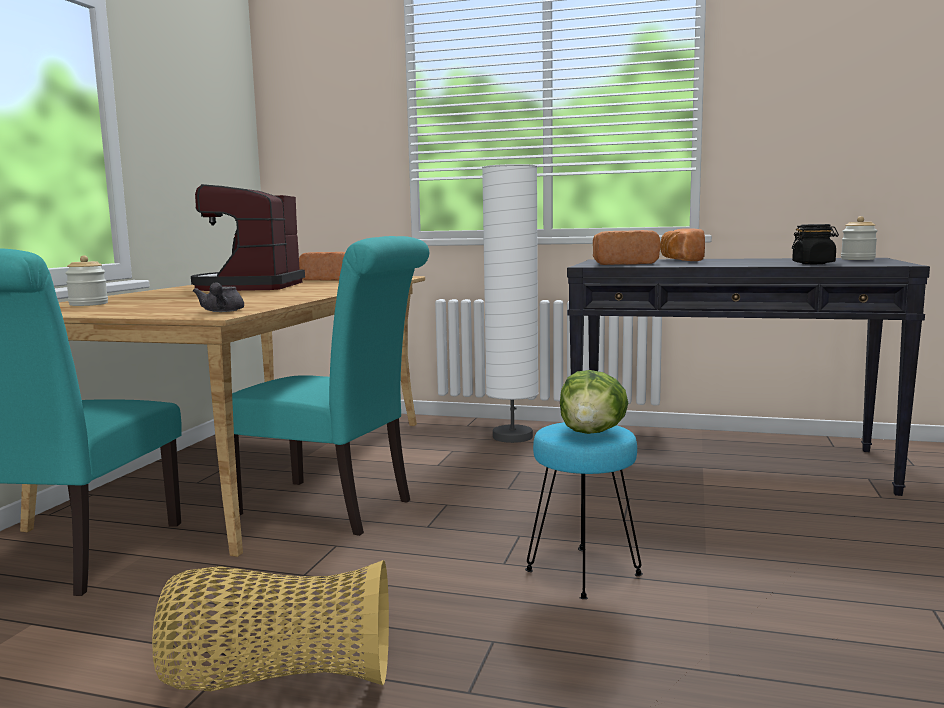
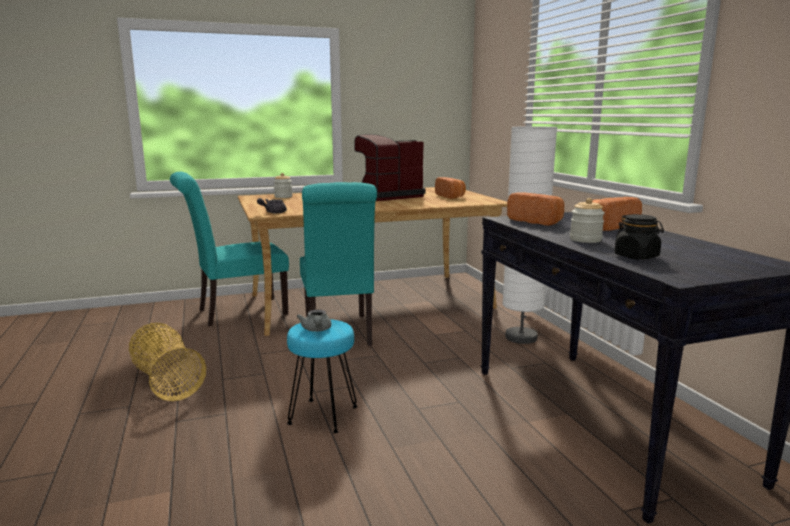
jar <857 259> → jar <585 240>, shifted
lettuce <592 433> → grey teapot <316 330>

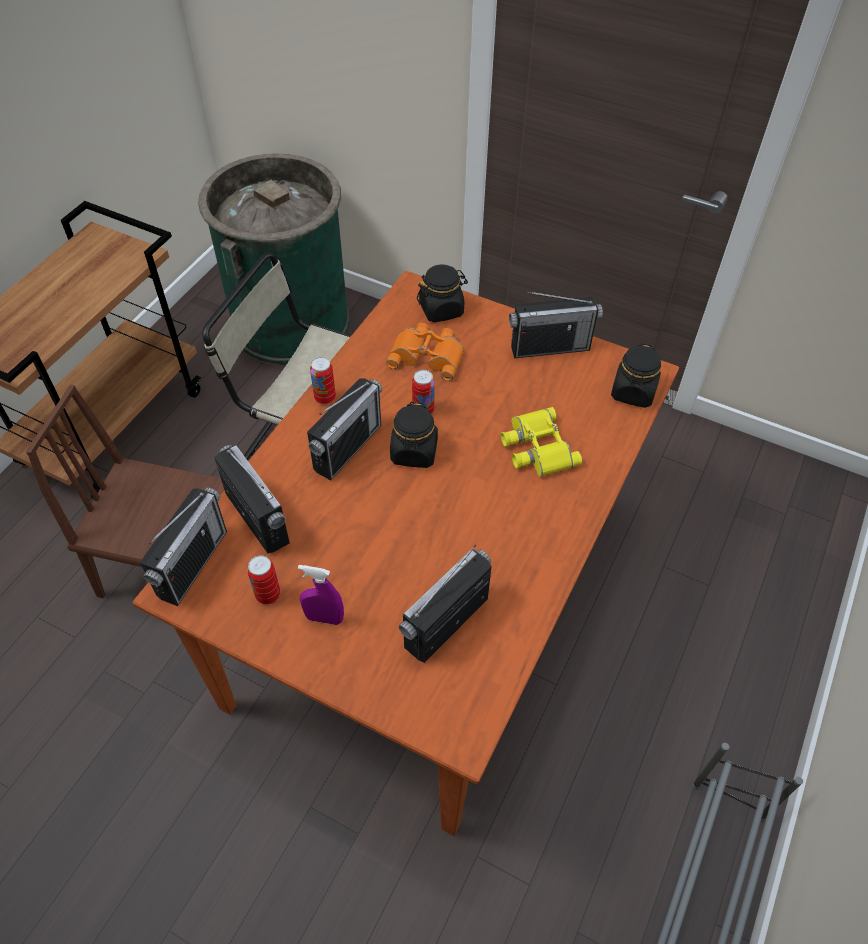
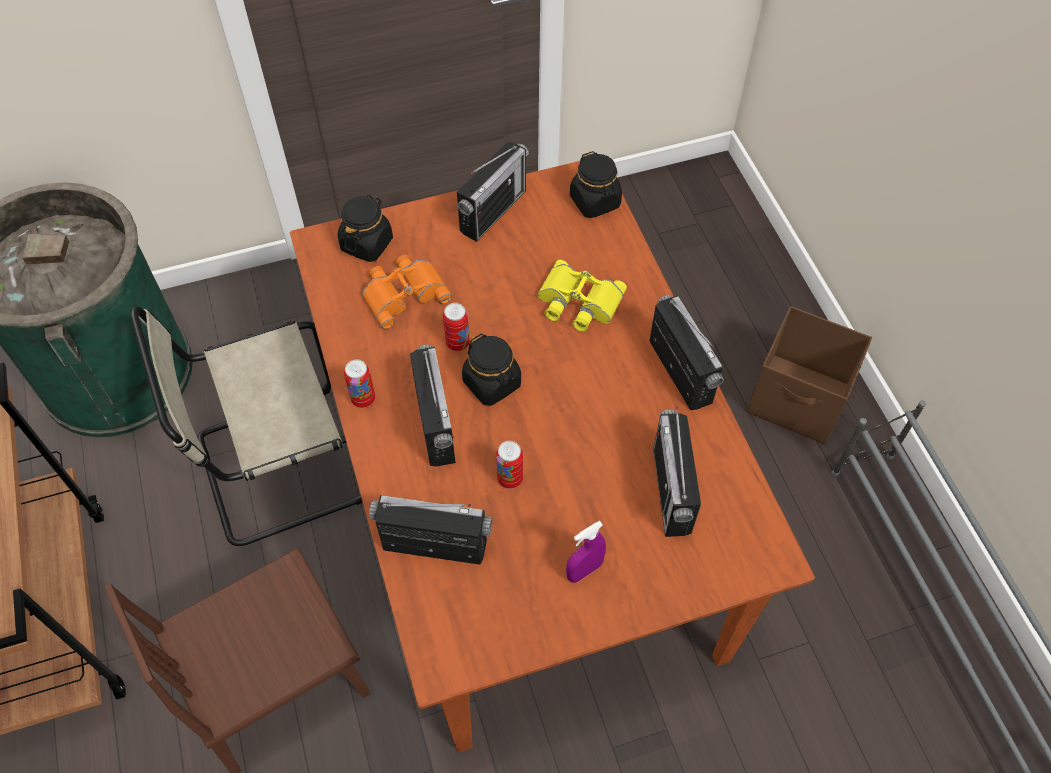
- → brown storage box <799 400>
radio <192 564> → radio <680 371>, shifted
can <268 595> → can <510 478>, shifted

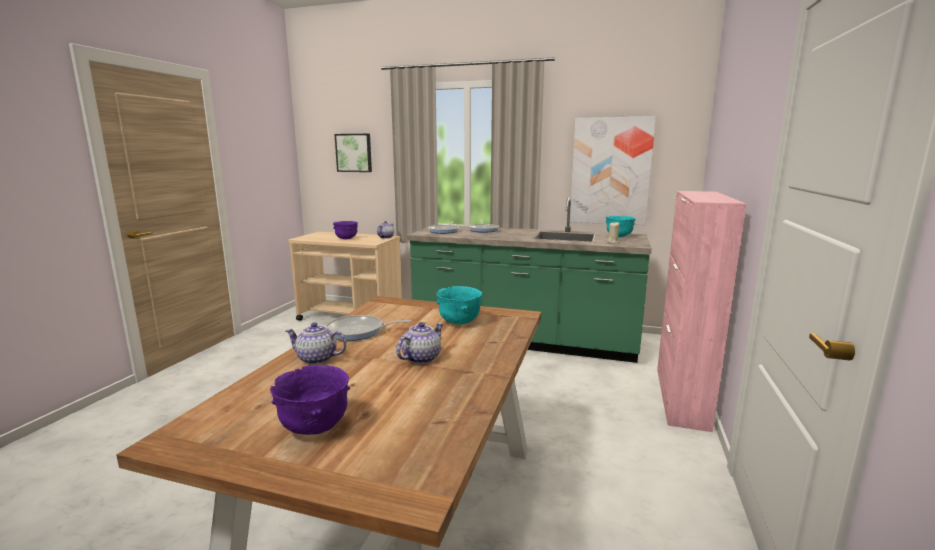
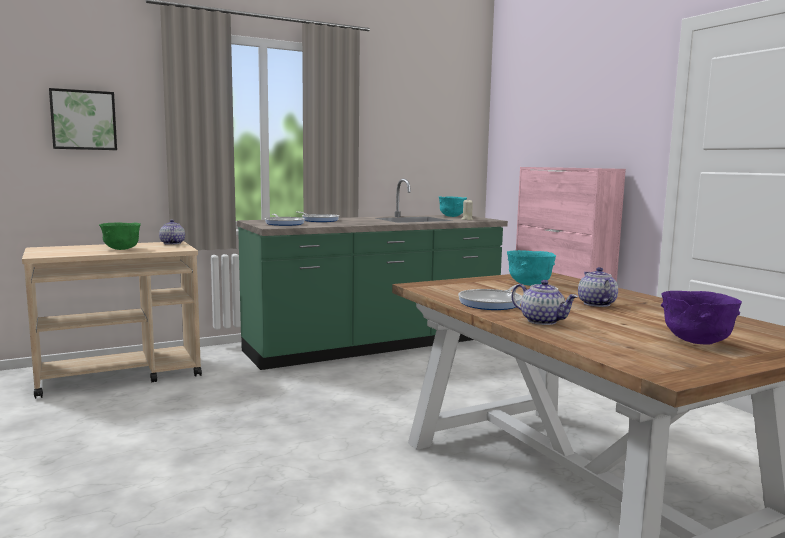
picture <610 171> → -
purple bowl <346 239> → green bowl <121 249>
teapot <316 359> → teapot <542 321>, 105 degrees counterclockwise

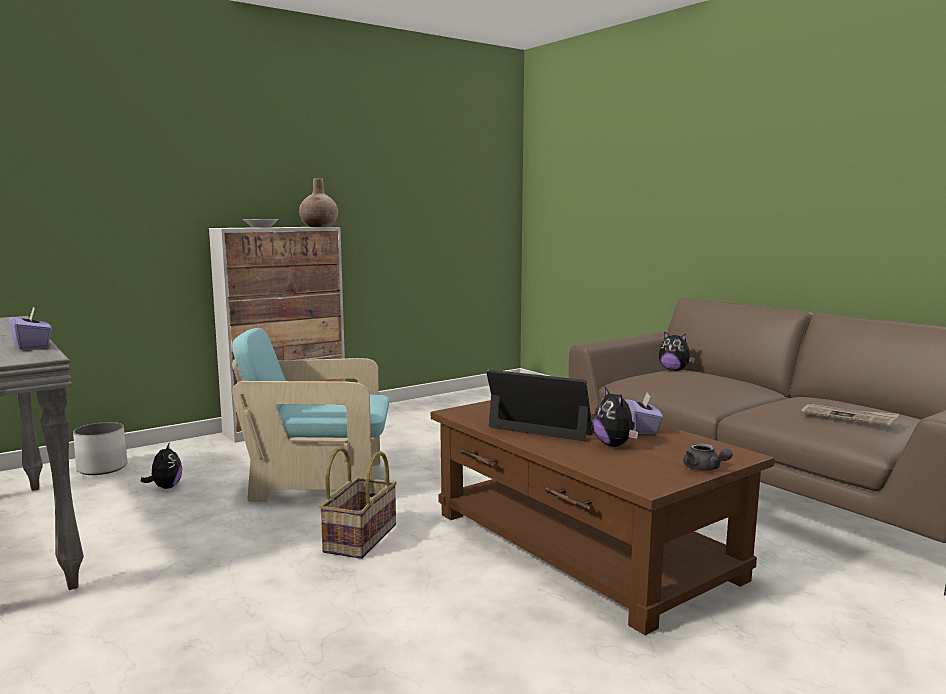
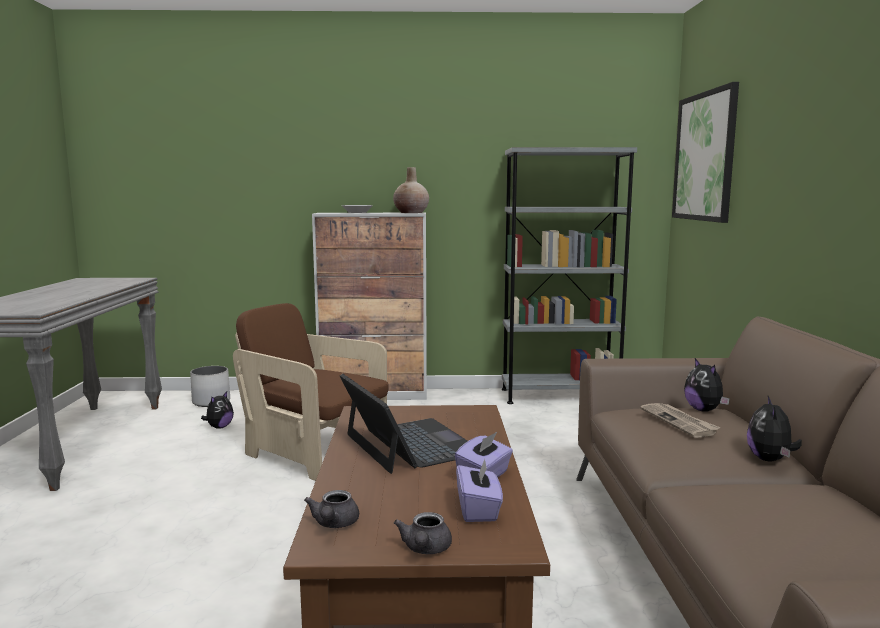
basket <359 538> → -
- → grey teapot <334 524>
- → grey bookcase <560 395>
- → picture <704 157>
purple tissue box <32 346> → purple tissue box <478 510>, shifted
plush toy <614 445> → plush toy <770 460>, shifted
newspaper <849 417> → newspaper <679 422>, shifted
turquoise armchair <320 483> → brown armchair <315 453>

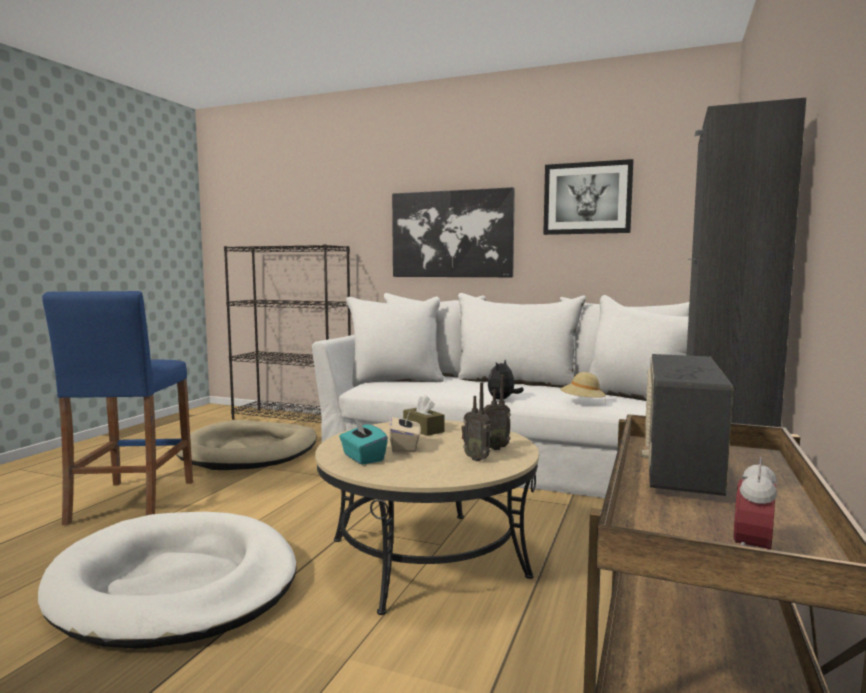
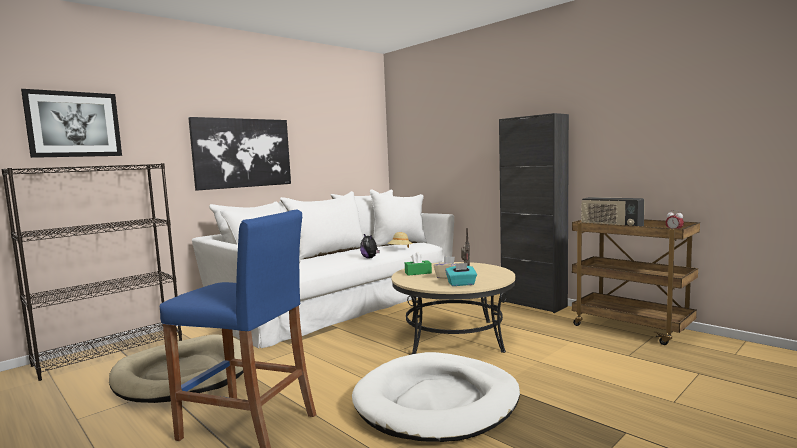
radio <477 458> → -
picture <587 198> → picture <74 124>, shifted
brown tissue box <423 429> → green tissue box <418 273>

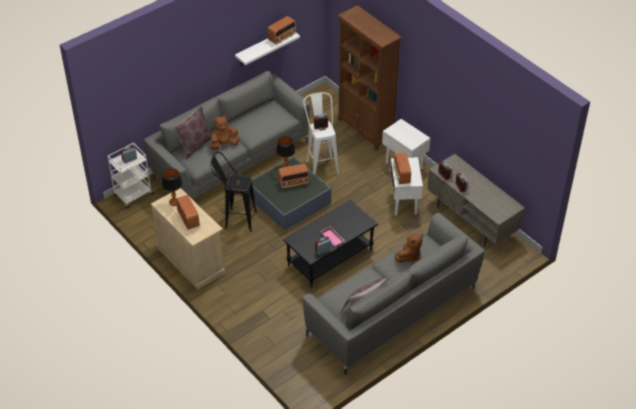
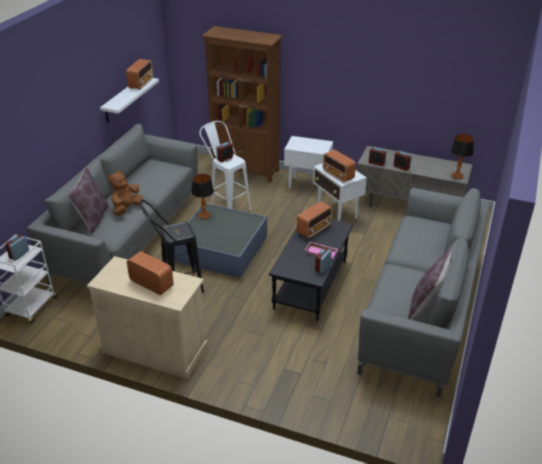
brown plush toy <409 256> → -
table lamp <174 202> → table lamp <457 176>, shifted
radio <294 182> → radio <314 229>, shifted

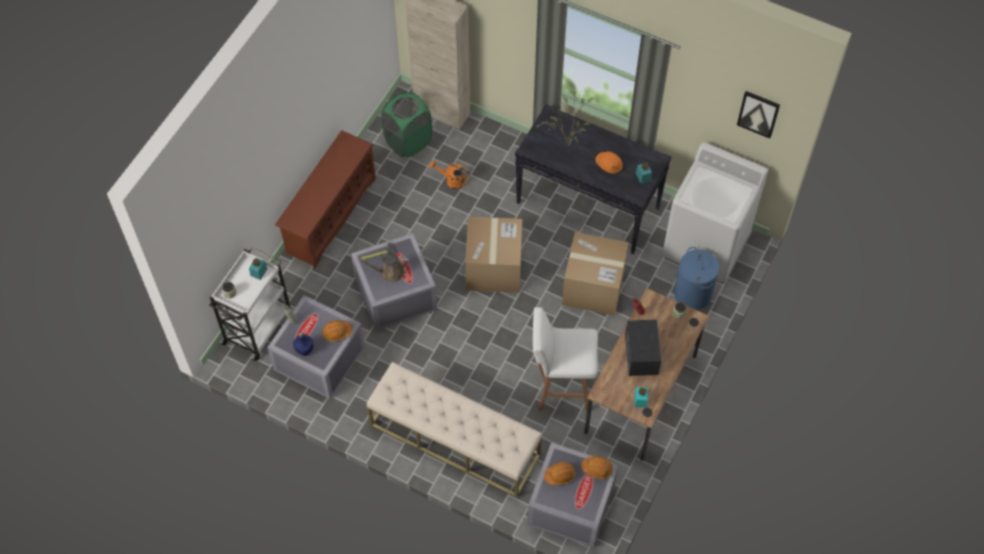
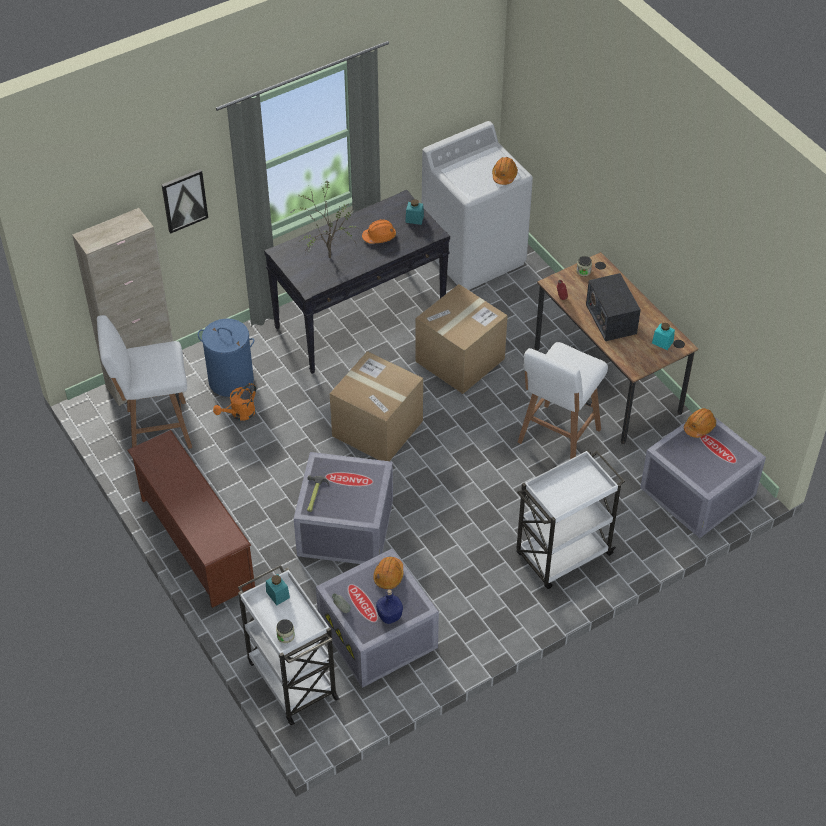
brown watering can <390 272> → -
orange hard hat <560 475> → orange hard hat <504 175>, shifted
blue laundry basket <693 294> → blue laundry basket <231 380>, shifted
picture <758 113> → picture <184 200>, shifted
beige bench <454 439> → white cart <562 555>
green laundry basket <408 141> → white stool <156 429>
radio <641 354> → radio <610 318>, 45 degrees clockwise

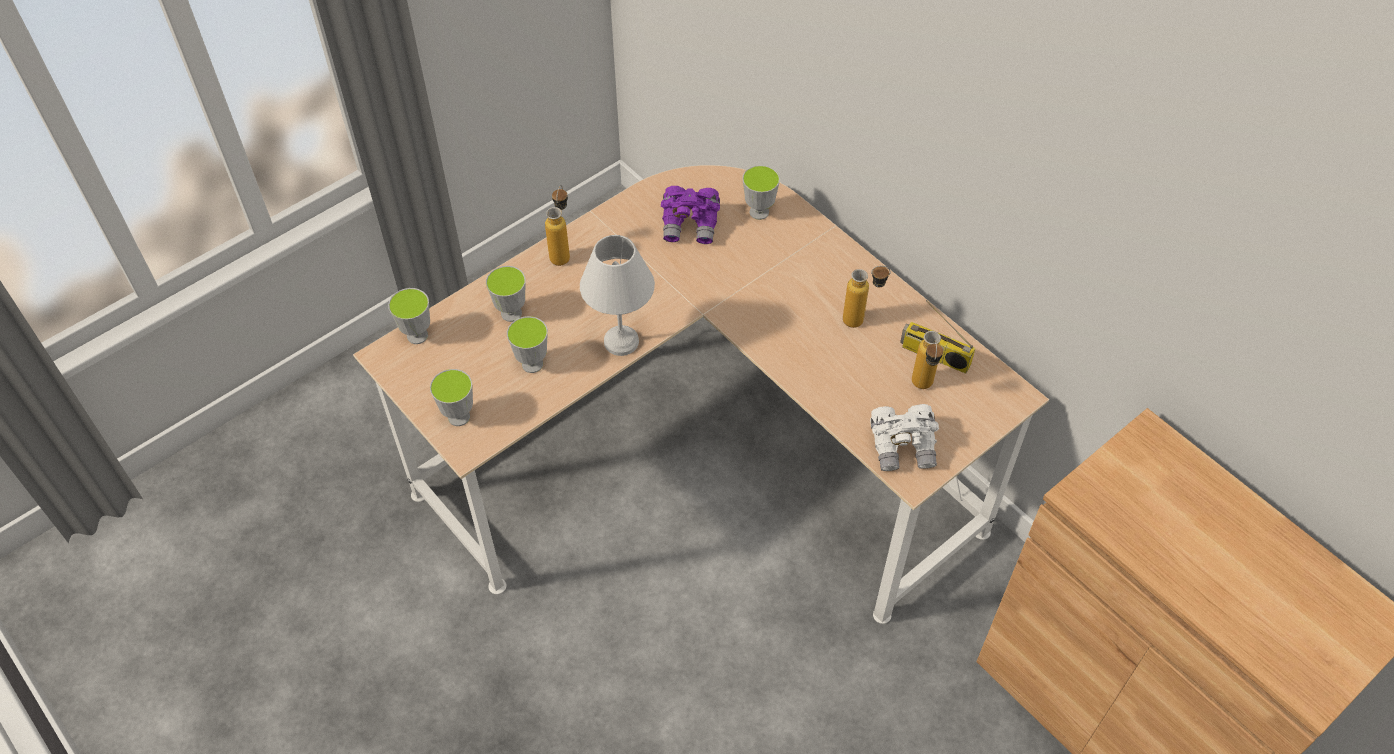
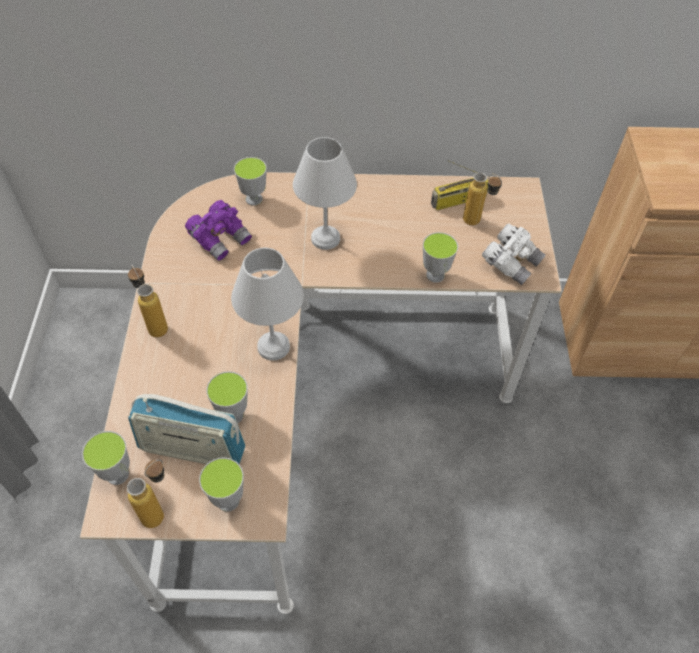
- → radio <192 449>
- → white table lamp <324 239>
cup <511 313> → cup <435 275>, shifted
bottle <861 320> → bottle <160 511>, shifted

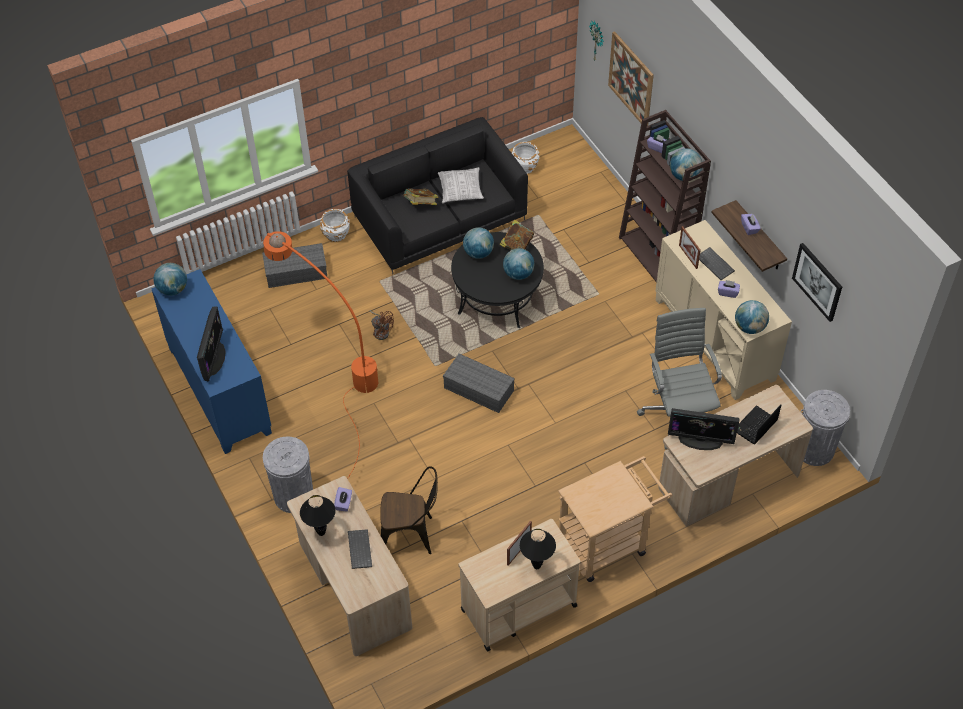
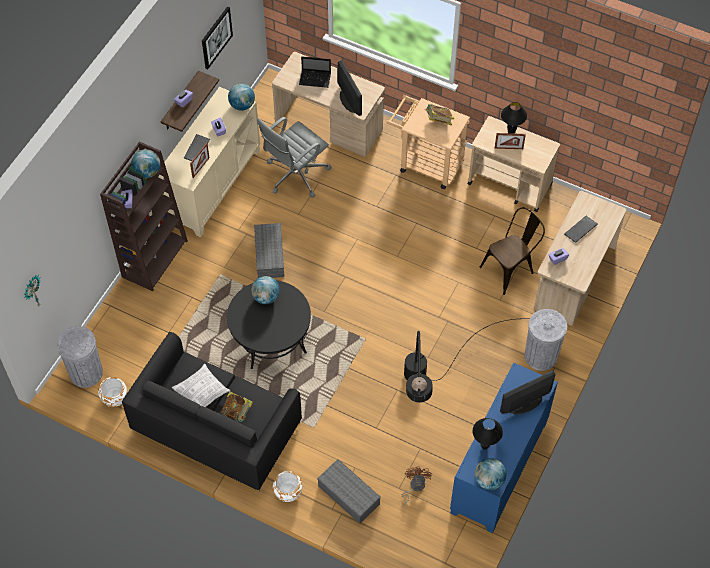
globe <478 253> → -
picture <631 79> → -
black table lamp <321 533> → black table lamp <485 447>, shifted
brown fan <381 331> → brown fan <414 487>, shifted
grey storage box <480 389> → grey storage box <269 255>, shifted
book <516 246> → book <438 121>, shifted
grey trash can <814 449> → grey trash can <86 373>, shifted
orange floor lamp <333 378> → black floor lamp <428 398>
brown chair <411 535> → brown chair <510 269>, 90 degrees clockwise

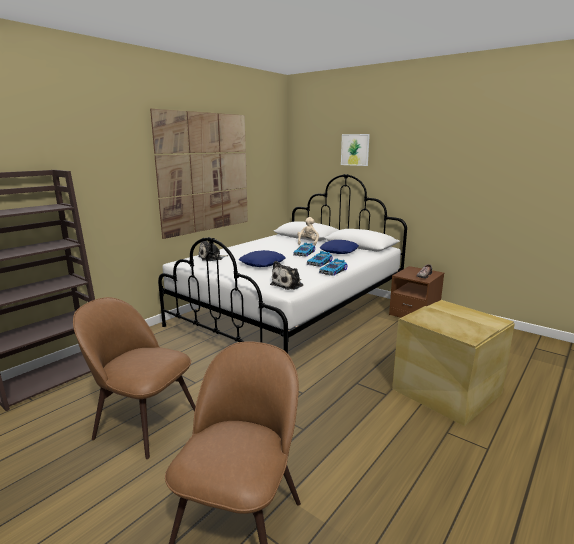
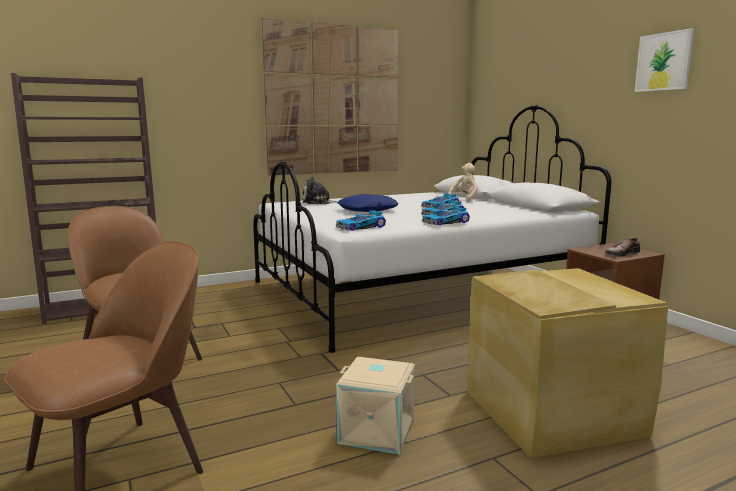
blue pillow <339 251> → -
- → beige storage box <377 431>
picture <355 150> → picture <663 62>, shifted
plush toy <288 285> → toy car <361 227>

